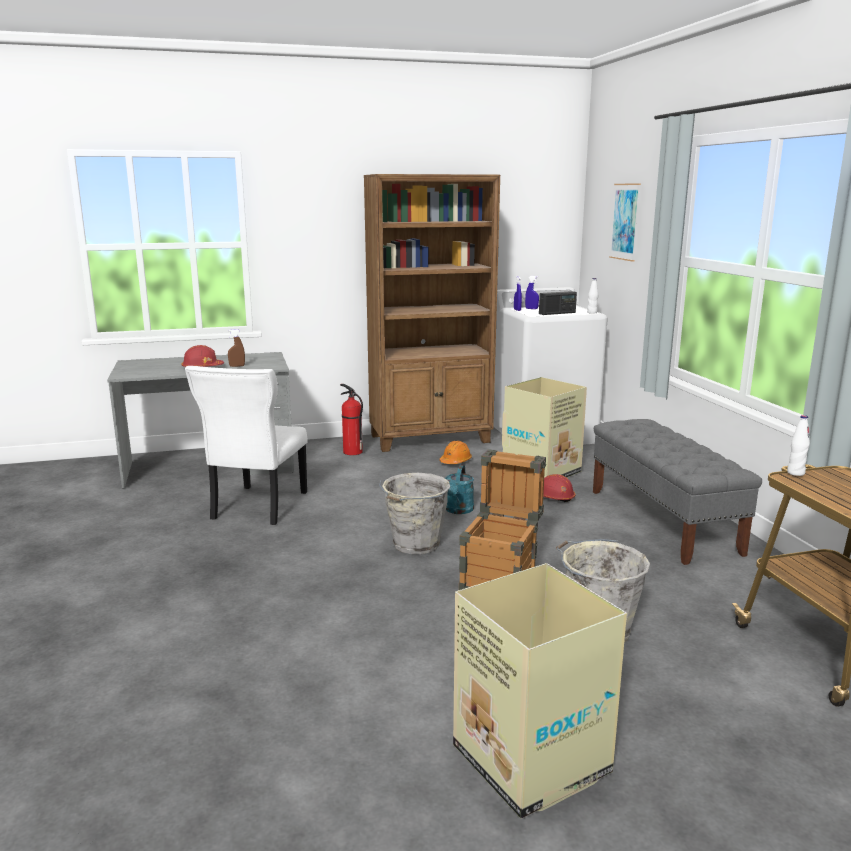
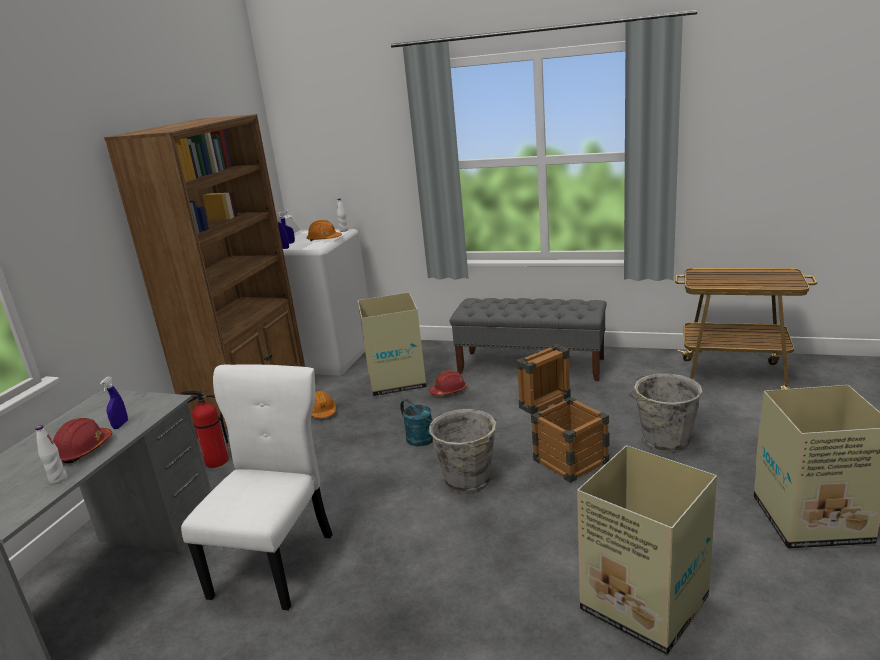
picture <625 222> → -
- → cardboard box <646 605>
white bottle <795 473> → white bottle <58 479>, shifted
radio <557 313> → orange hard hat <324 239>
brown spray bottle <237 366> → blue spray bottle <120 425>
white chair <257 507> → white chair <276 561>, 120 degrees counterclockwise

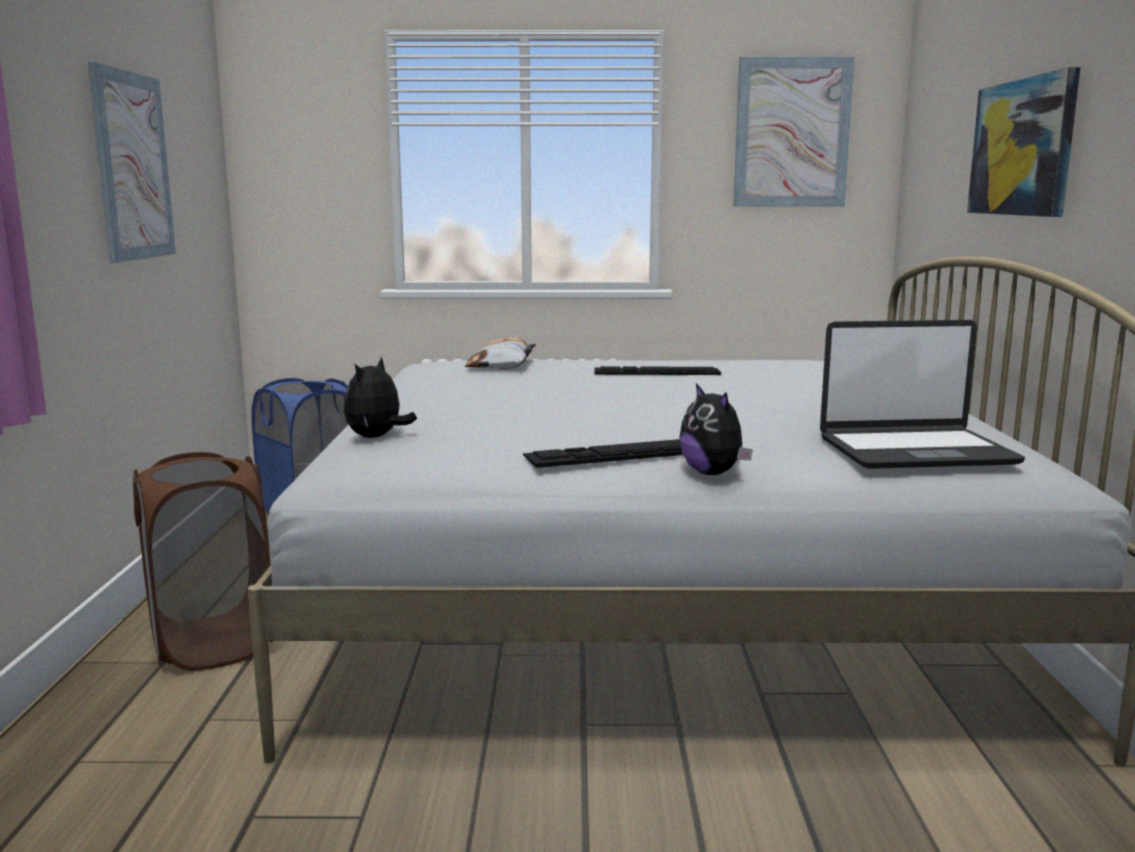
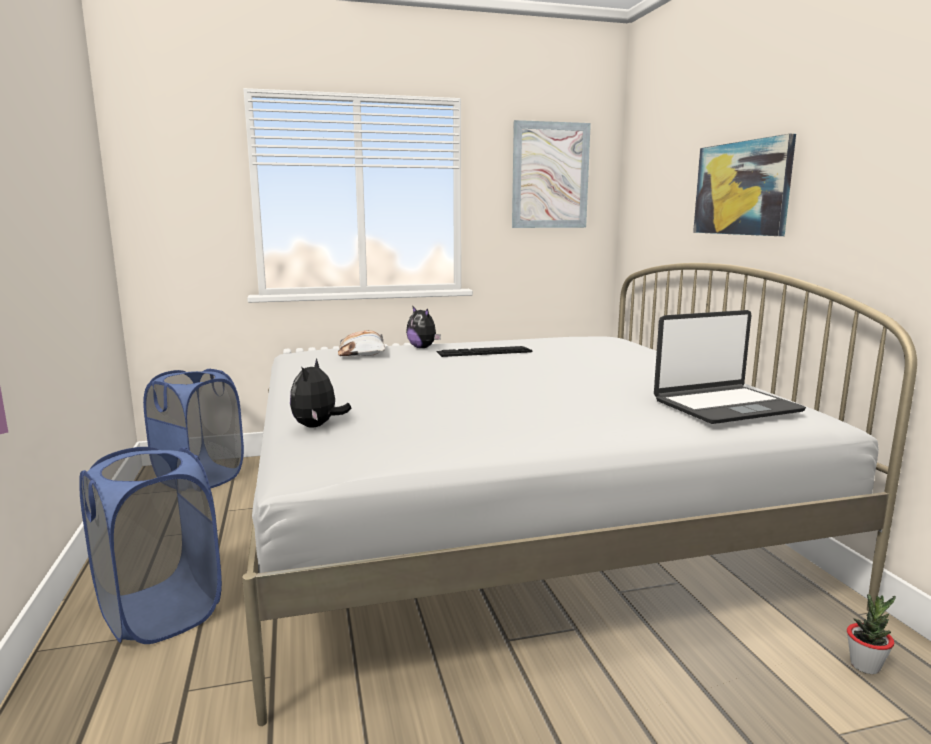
picture <133 166> → -
keyboard <617 453> → -
- → potted plant <865 665>
plush toy <713 473> → plush toy <423 348>, shifted
brown laundry basket <211 643> → blue laundry basket <160 612>

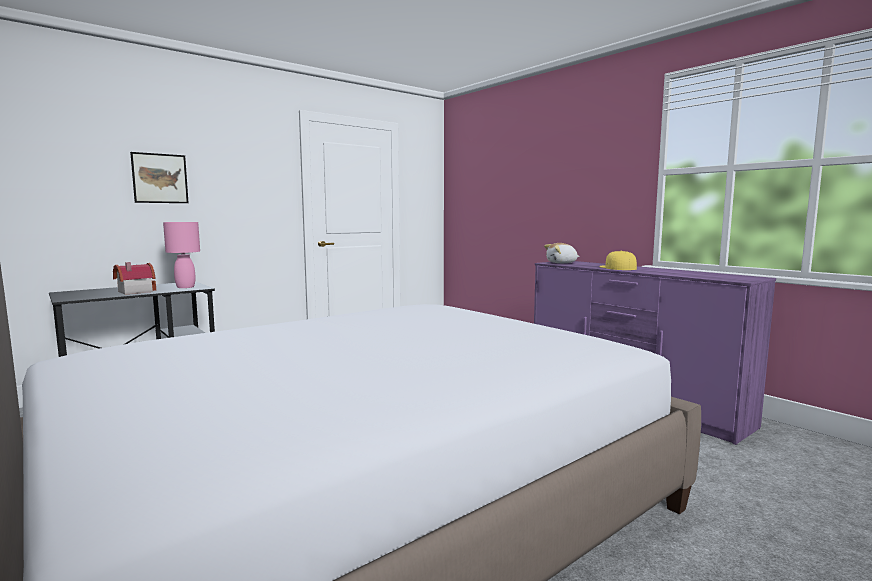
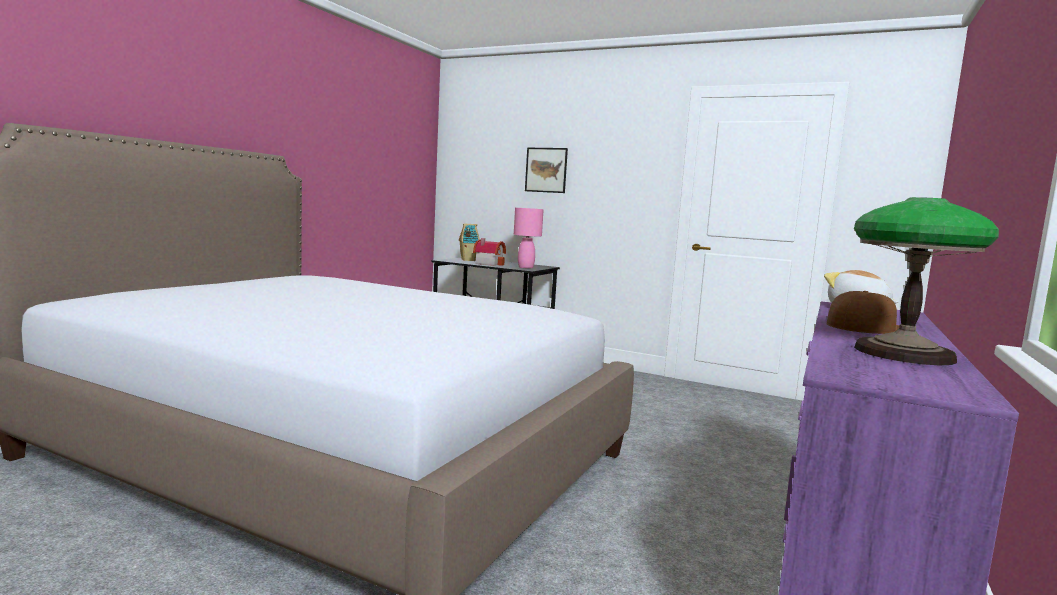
- → toy house <467 260>
- → table lamp <904 353>
yellow cap <617 267> → brown cap <864 326>

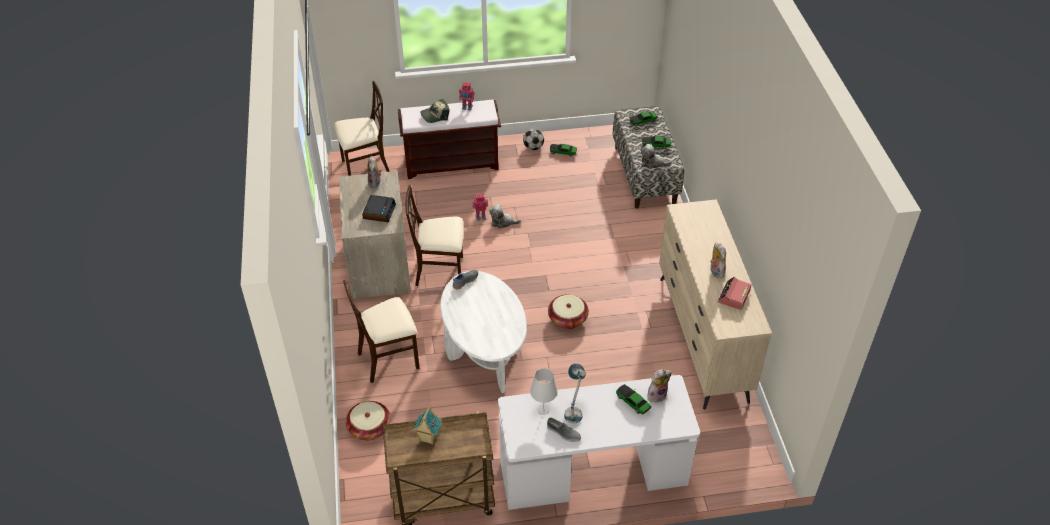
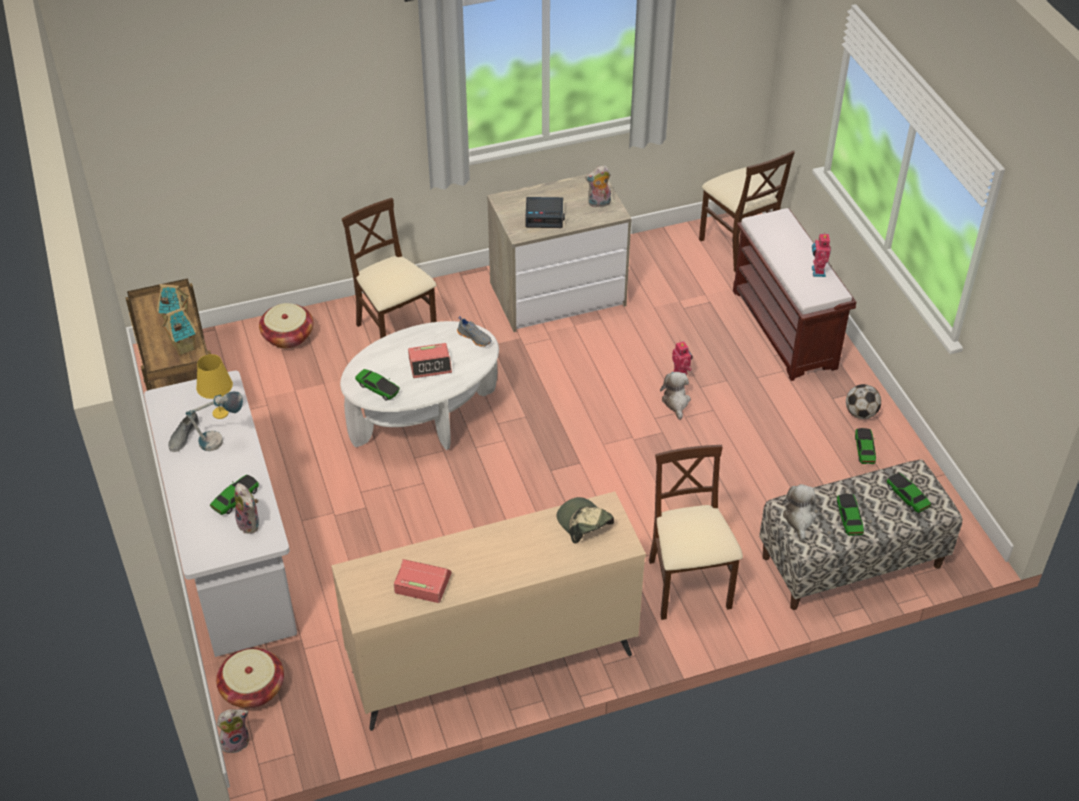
- → toy house <183 348>
- → toy car <378 388>
- → alarm clock <430 365>
beige chair <440 271> → beige chair <688 586>, shifted
cap <435 115> → cap <584 523>, shifted
basket <567 319> → basket <253 688>, shifted
plush toy <715 271> → plush toy <236 741>, shifted
white table lamp <543 409> → yellow table lamp <220 413>

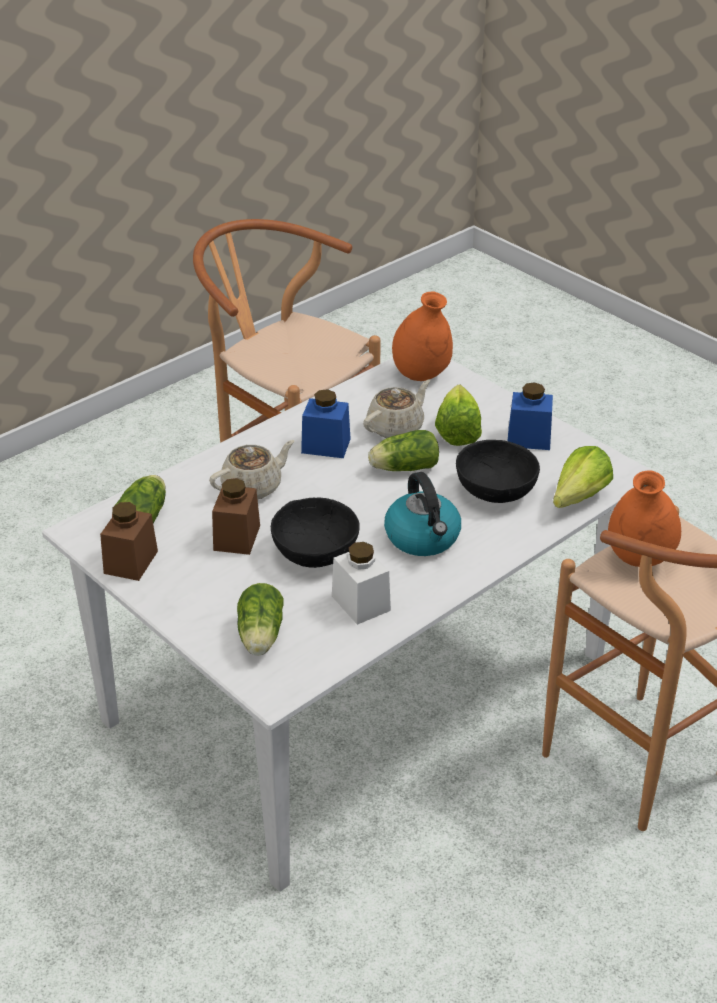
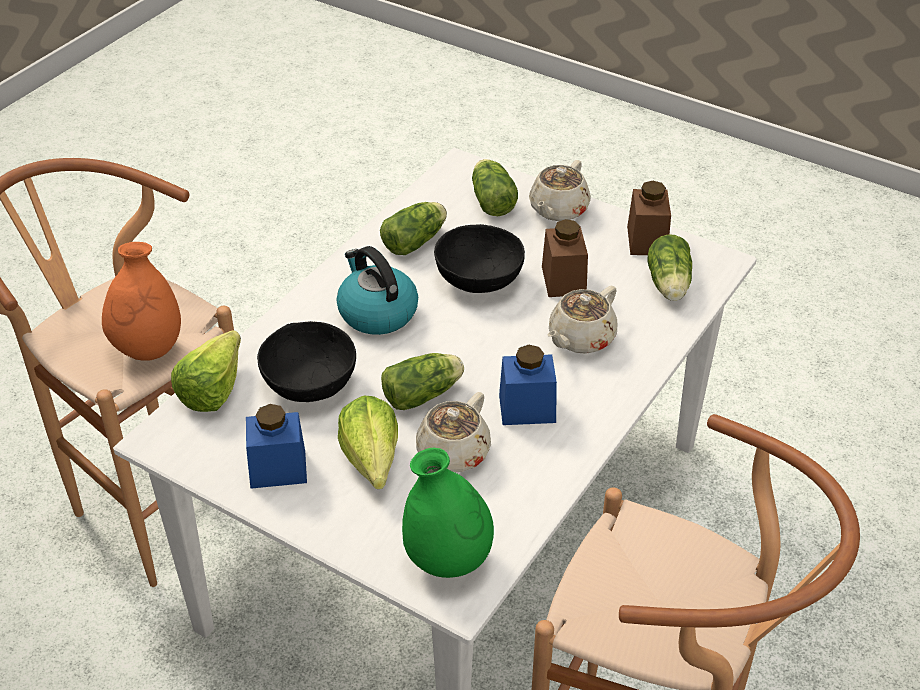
- → beige teapot <558 209>
white jar <361 603> → lettuce <416 241>
orange vase <421 375> → green vase <448 560>

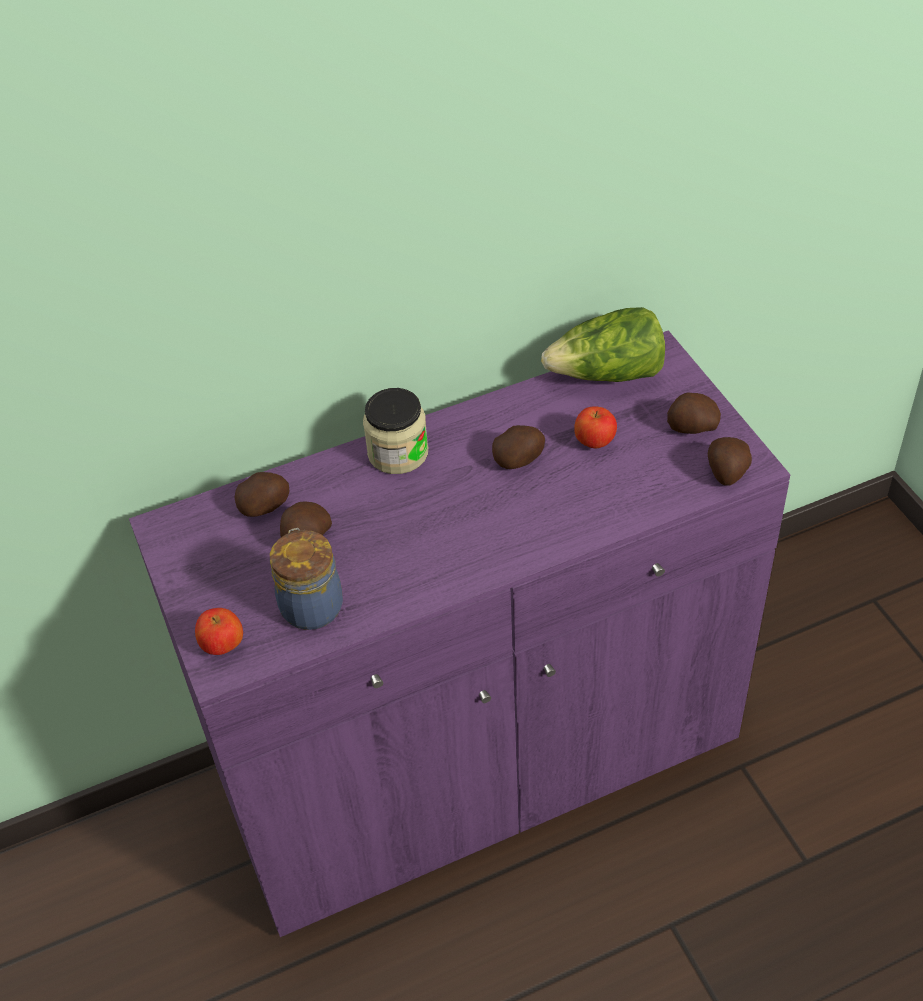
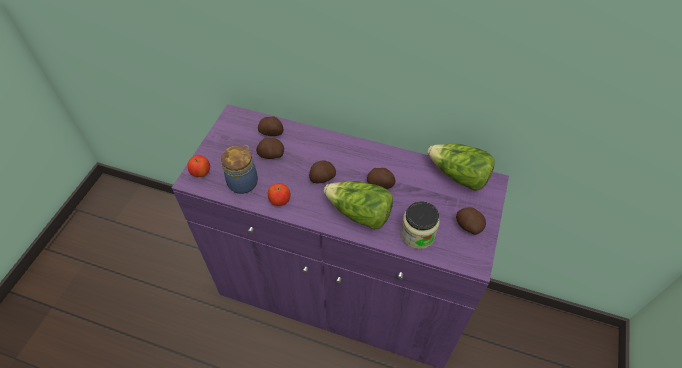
- → lettuce <359 213>
jar <398 453> → jar <417 234>, shifted
apple <594 442> → apple <280 201>, shifted
potato <726 473> → potato <322 178>, shifted

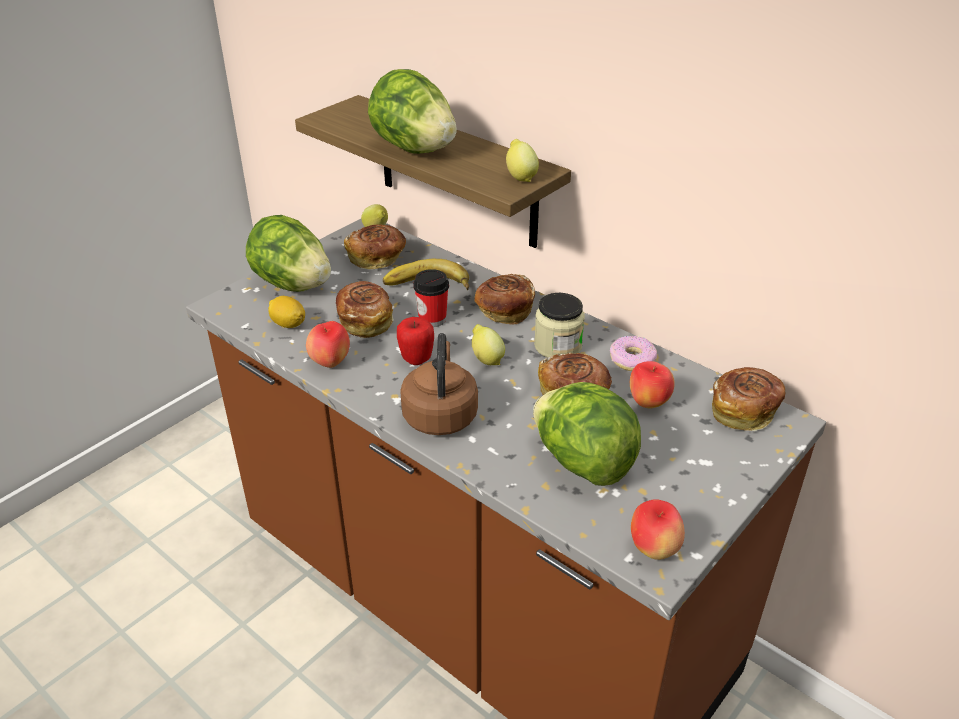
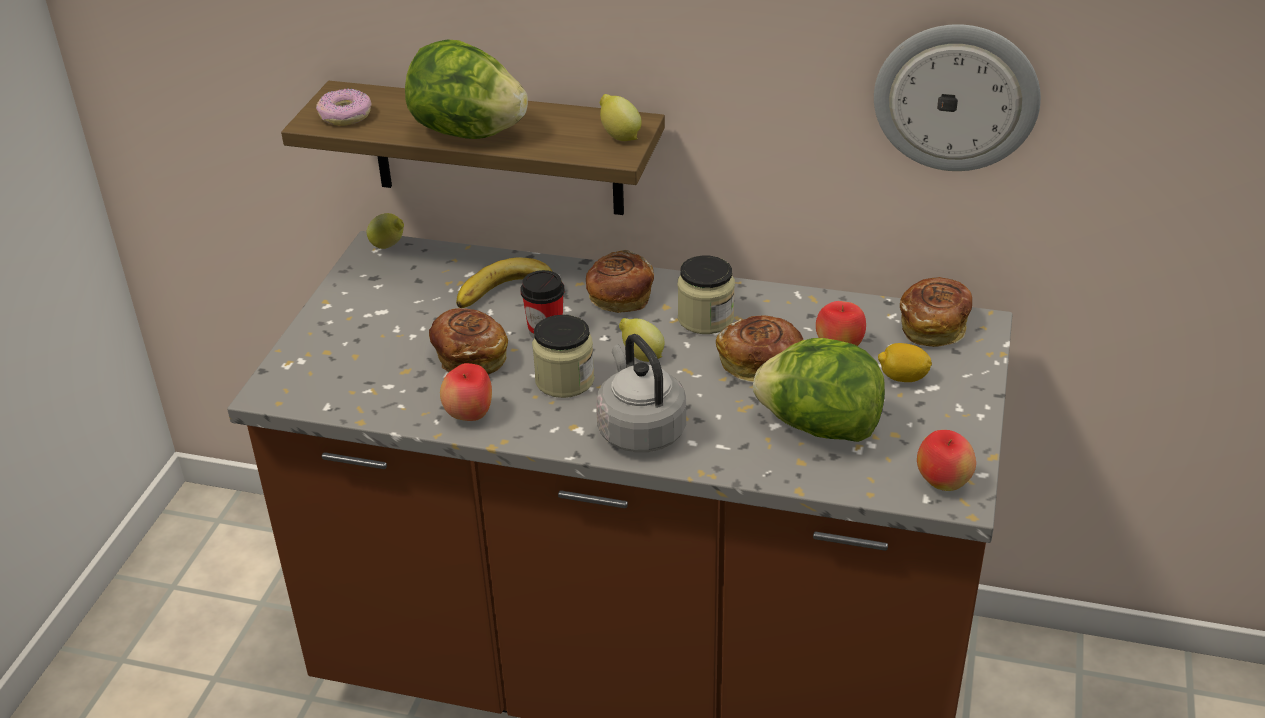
lettuce <292 284> → -
bread <377 259> → -
- → wall clock <956 97>
lemon <288 324> → lemon <902 378>, shifted
donut <632 360> → donut <345 115>, shifted
apple <416 359> → jar <564 380>
brown kettle <440 414> → grey kettle <639 429>

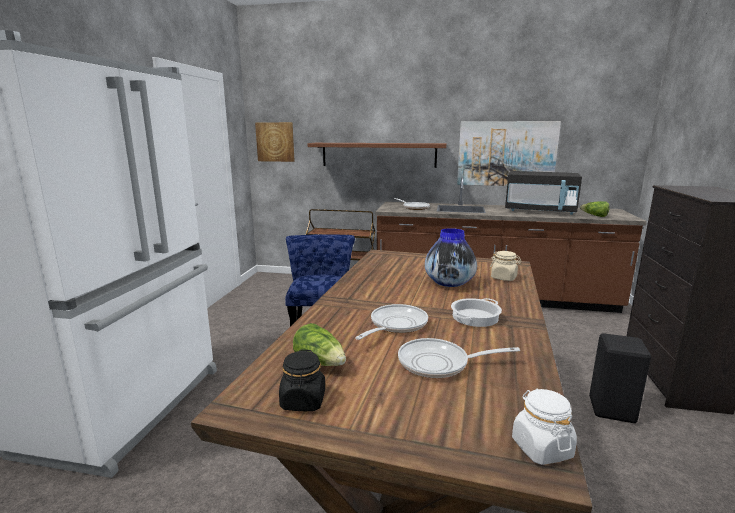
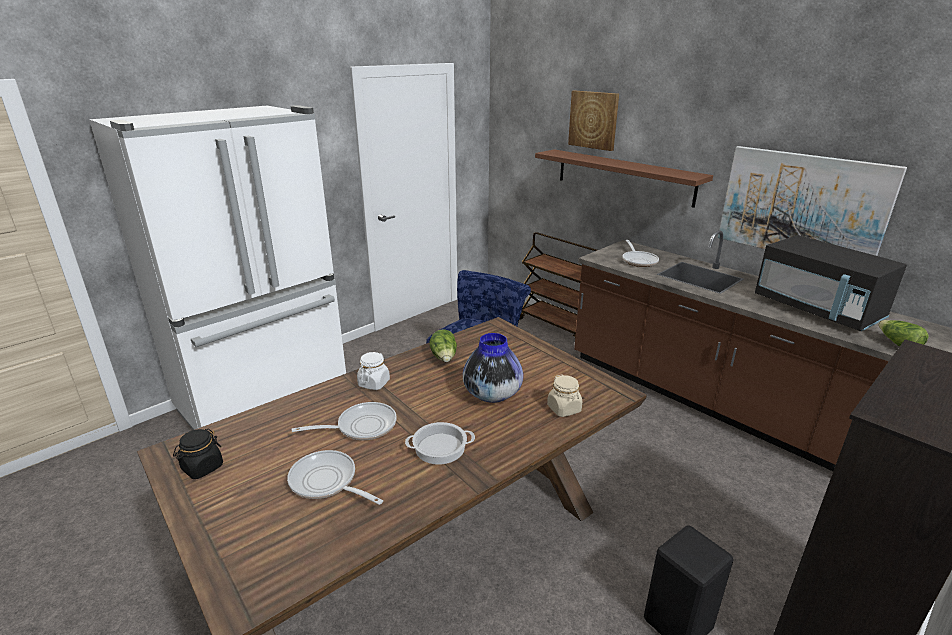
picture <275 142> → picture <593 120>, shifted
lettuce <320 363> → lettuce <444 357>, shifted
white jar <541 448> → white jar <374 383>, shifted

